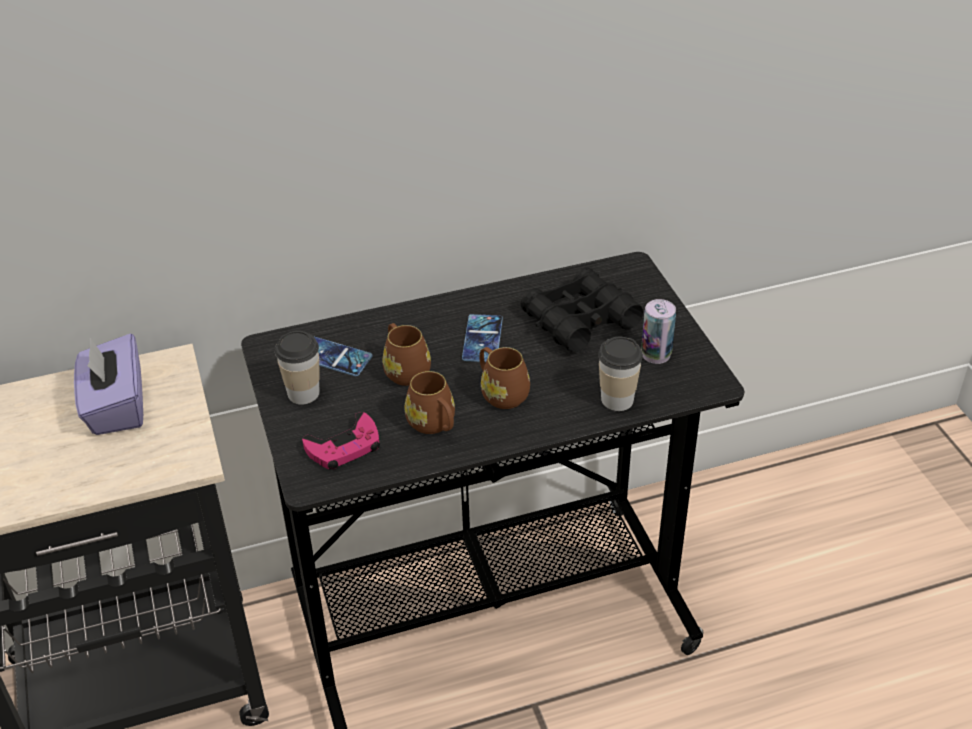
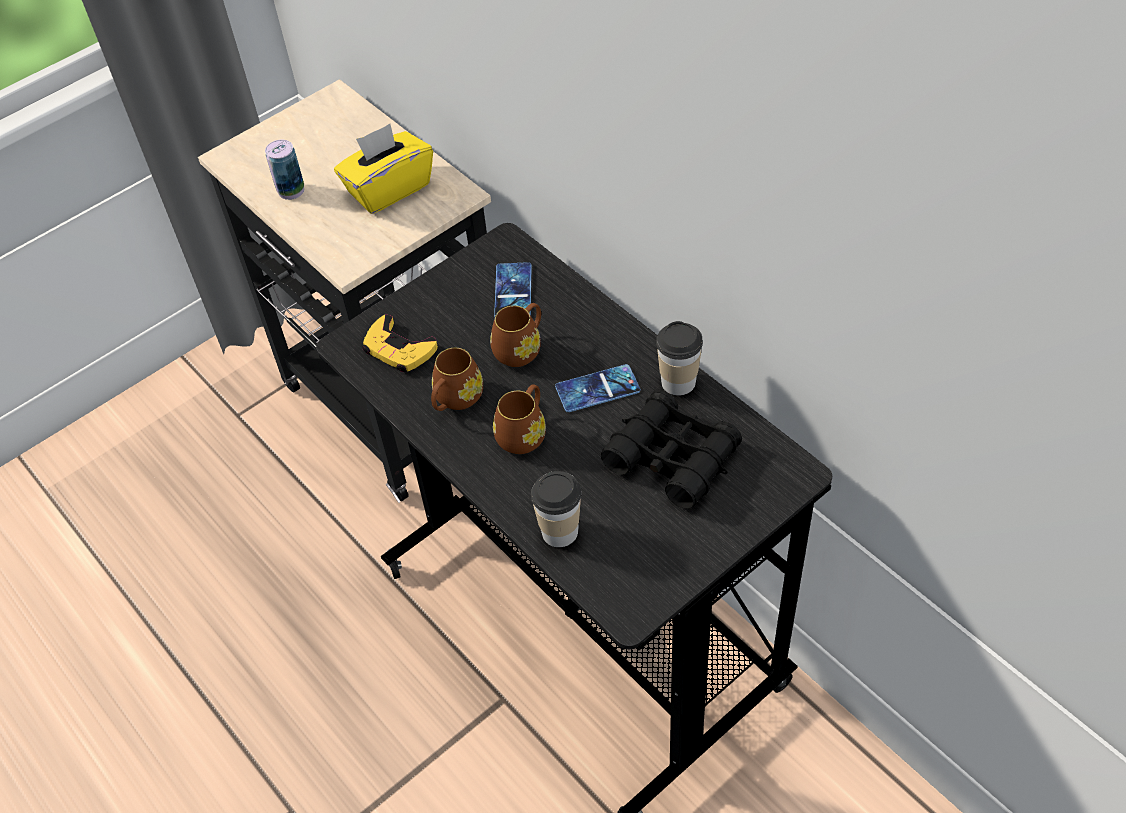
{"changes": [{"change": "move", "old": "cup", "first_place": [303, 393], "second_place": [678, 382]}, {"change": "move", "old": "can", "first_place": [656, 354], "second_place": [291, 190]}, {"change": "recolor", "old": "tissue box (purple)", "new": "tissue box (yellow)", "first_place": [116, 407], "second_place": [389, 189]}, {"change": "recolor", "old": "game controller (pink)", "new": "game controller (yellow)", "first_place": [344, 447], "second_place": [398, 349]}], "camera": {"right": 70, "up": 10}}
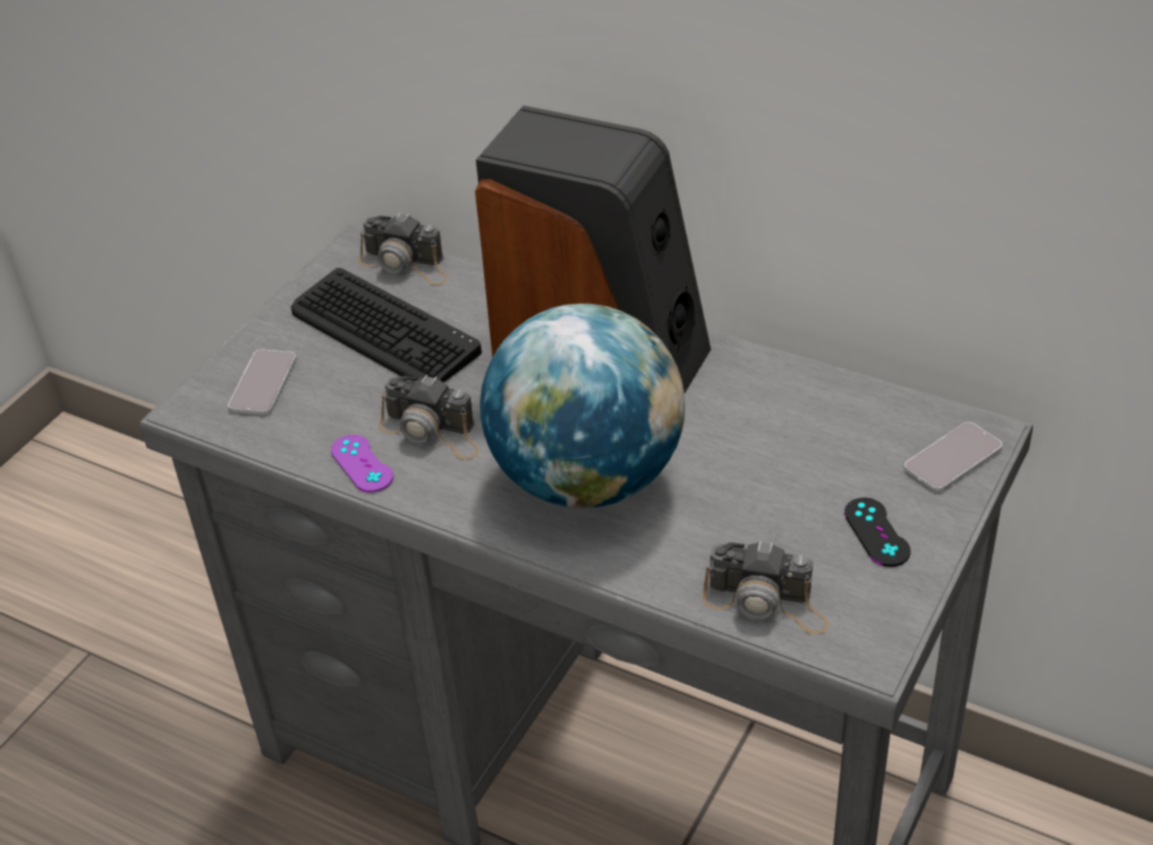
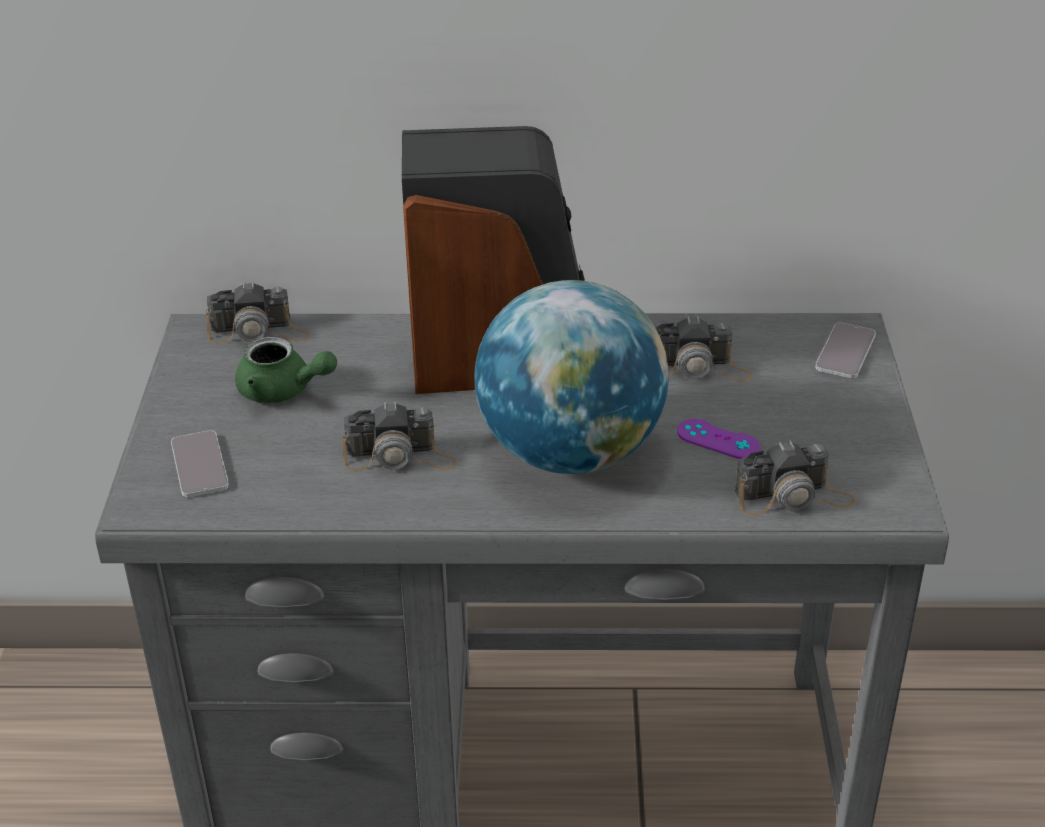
{"changes": [{"change": "delete", "old": "game controller (black)", "first_place": [876, 532]}, {"change": "insert", "new": "photo camera", "second_place": [698, 368]}, {"change": "move", "old": "game controller (purple)", "first_place": [362, 464], "second_place": [718, 439]}, {"change": "replace", "old": "keyboard", "new": "teapot (green)", "first_place": [383, 331], "second_place": [283, 391]}], "camera": {"right": -30, "up": -5}}
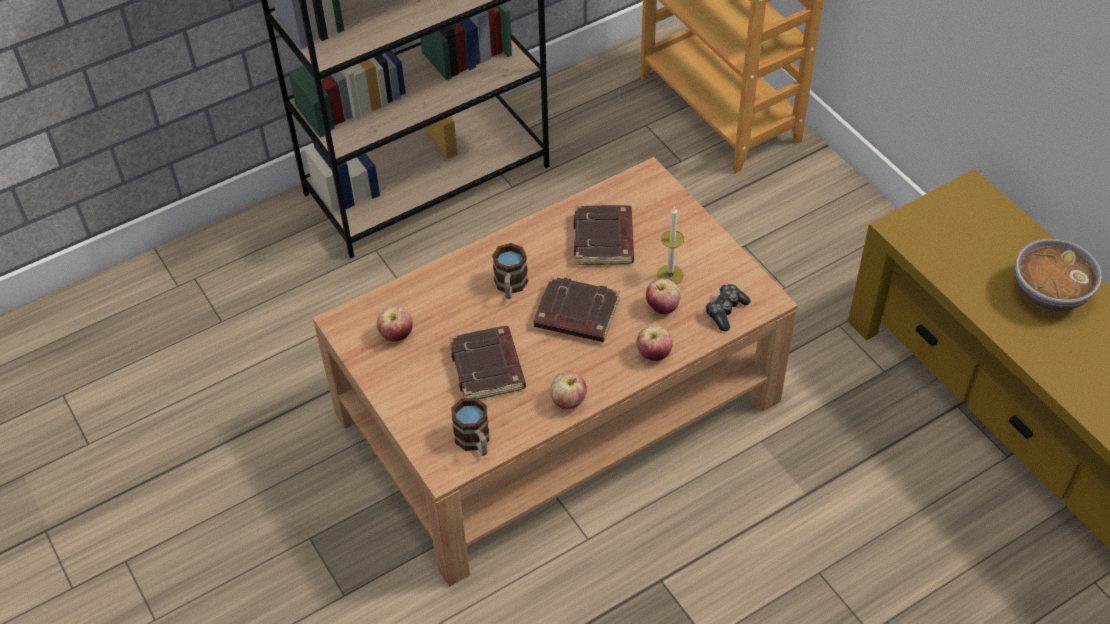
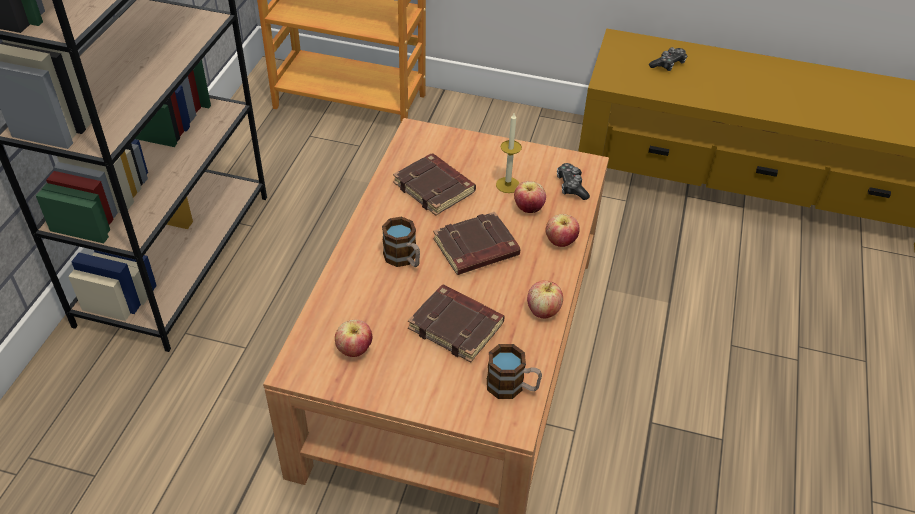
{"changes": [{"change": "delete", "old": "bowl", "first_place": [1048, 292]}, {"change": "insert", "new": "game controller", "second_place": [668, 64]}], "camera": {"right": -45, "up": -5}}
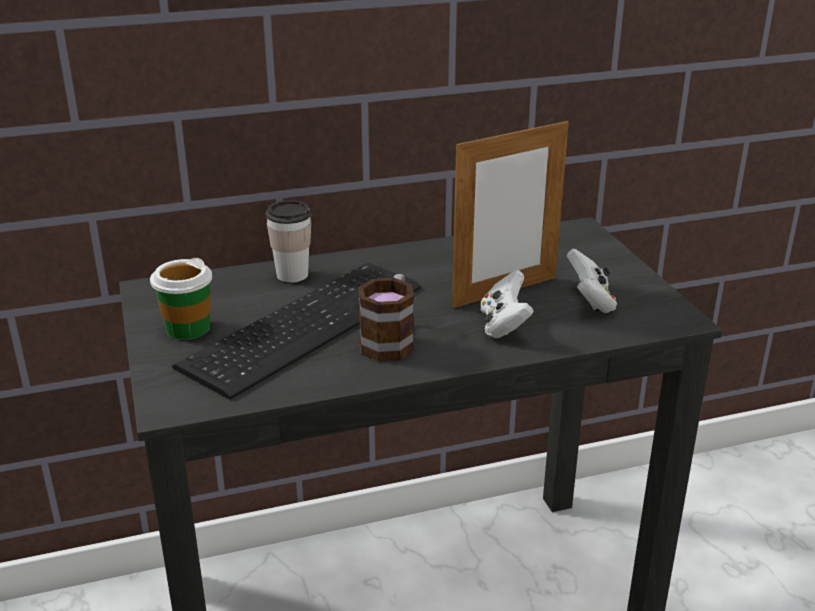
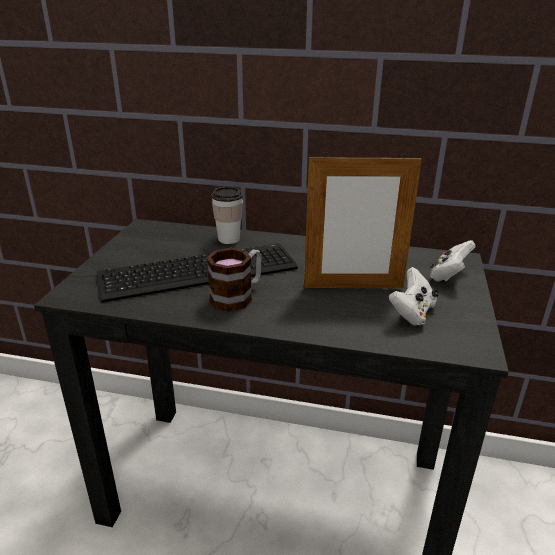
{"changes": [{"change": "delete", "old": "cup", "first_place": [187, 328]}, {"change": "move", "old": "game controller (white)", "first_place": [504, 325], "second_place": [449, 276]}], "camera": {"right": 30, "up": 0}}
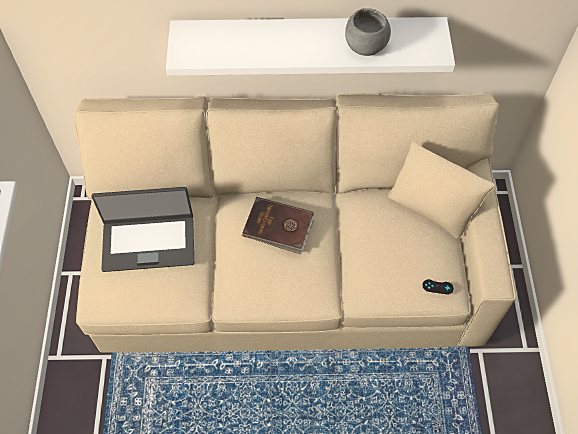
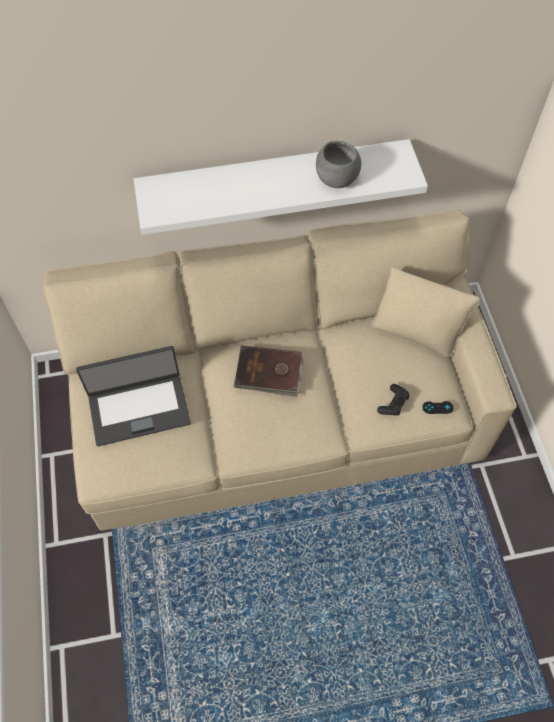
{"changes": [{"change": "insert", "new": "game controller (black)", "second_place": [393, 403]}], "camera": {"right": -10, "up": 0}}
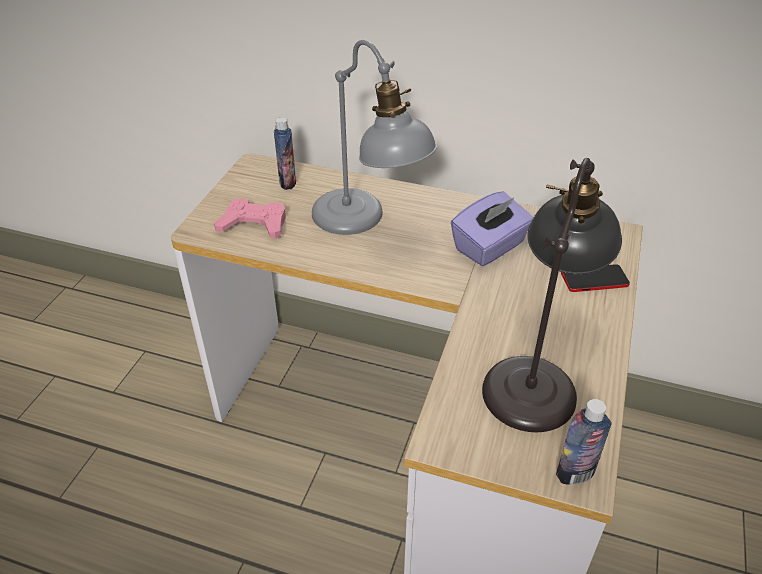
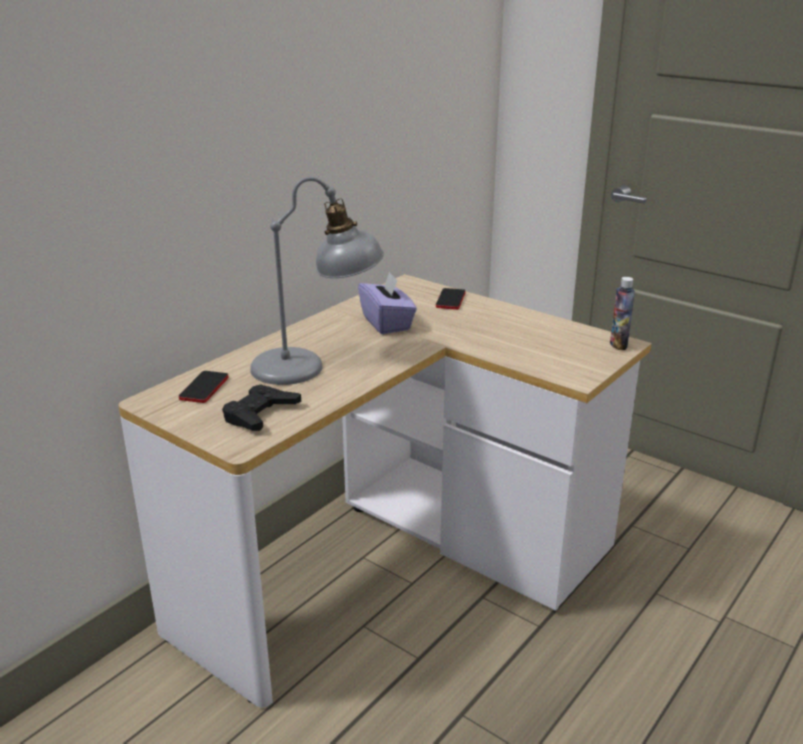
{"changes": [{"change": "delete", "old": "table lamp (grey)", "first_place": [538, 365]}, {"change": "replace", "old": "bottle", "new": "phone", "first_place": [287, 182], "second_place": [204, 388]}, {"change": "recolor", "old": "game controller (pink)", "new": "game controller (black)", "first_place": [254, 224], "second_place": [260, 414]}], "camera": {"right": -70, "up": -15}}
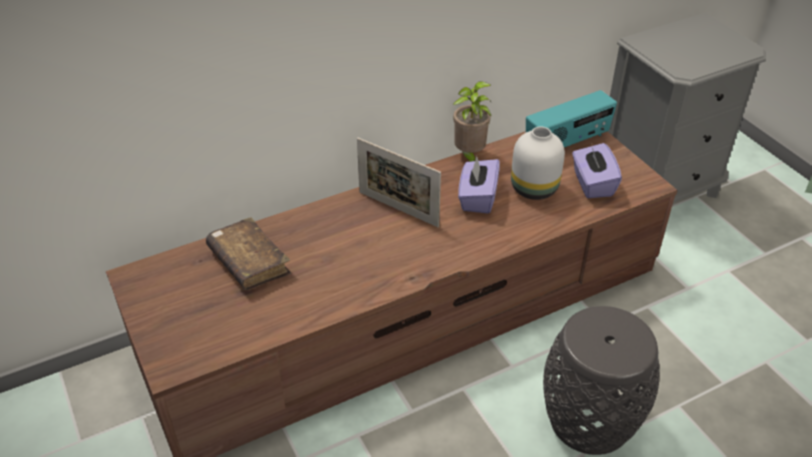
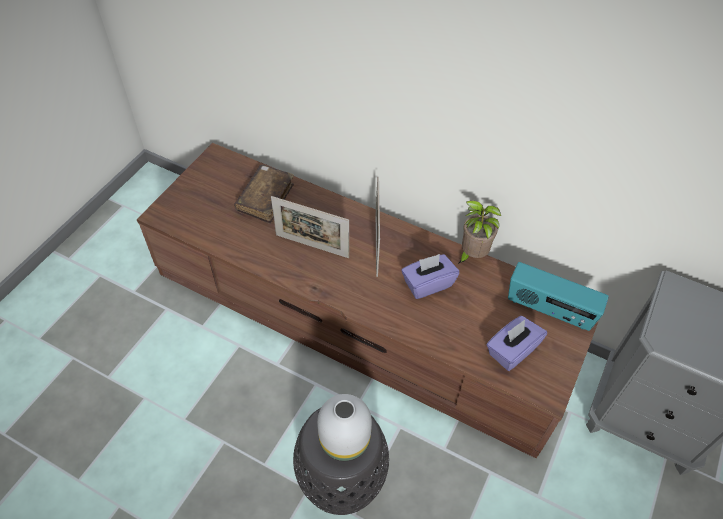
{"changes": [{"change": "insert", "new": "picture frame", "second_place": [312, 246]}, {"change": "move", "old": "vase (white)", "first_place": [534, 189], "second_place": [343, 441]}], "camera": {"right": 55, "up": 10}}
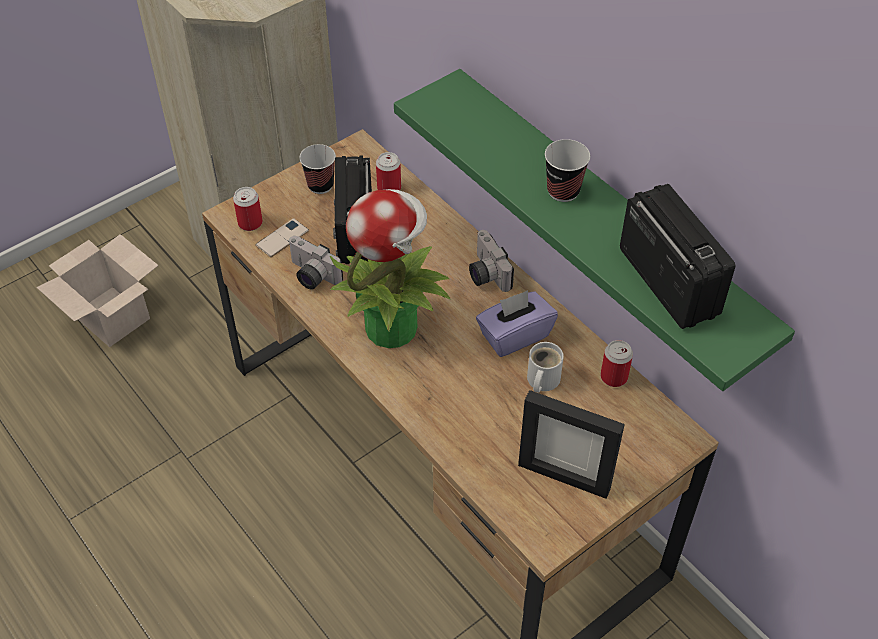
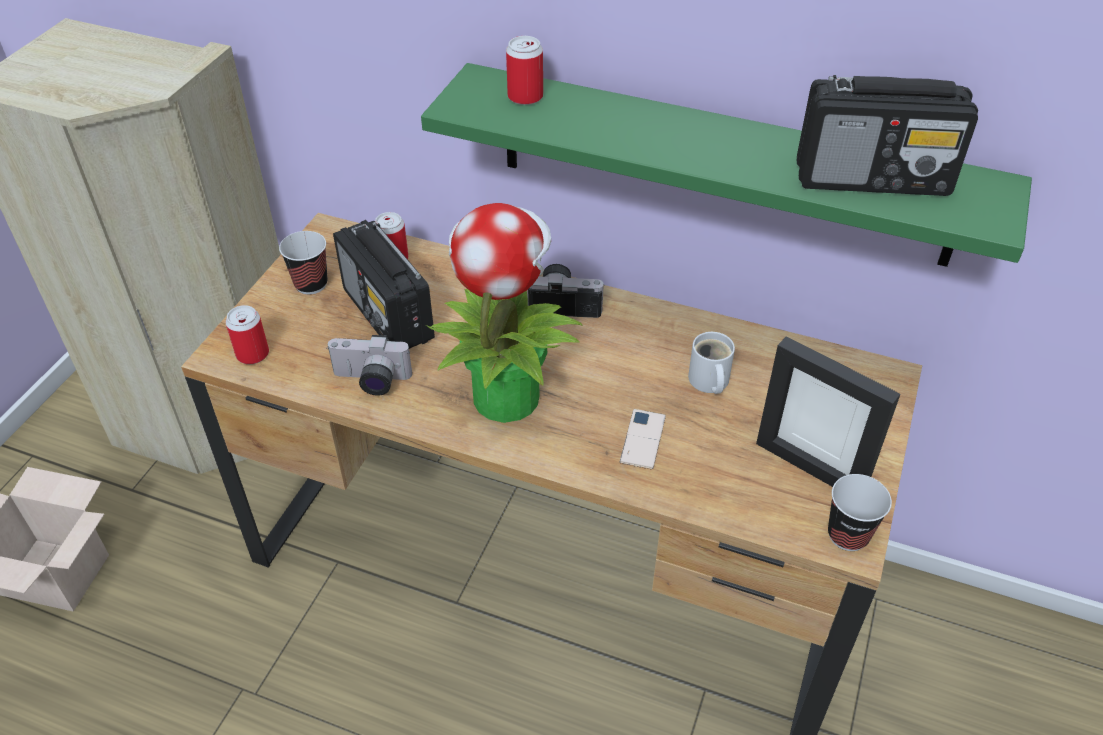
{"changes": [{"change": "delete", "old": "tissue box (purple)", "first_place": [514, 335]}, {"change": "move", "old": "phone", "first_place": [282, 238], "second_place": [642, 439]}, {"change": "move", "old": "cup", "first_place": [563, 191], "second_place": [848, 535]}, {"change": "move", "old": "can", "first_place": [614, 377], "second_place": [525, 97]}, {"change": "rotate", "old": "photo camera", "first_place": [485, 273], "second_place": [565, 302], "degrees": 150}, {"change": "rotate", "old": "picture frame", "first_place": [564, 475], "second_place": [811, 465], "degrees": 45}, {"change": "rotate", "old": "radio", "first_place": [668, 281], "second_place": [873, 178], "degrees": 150}], "camera": {"right": -30, "up": -5}}
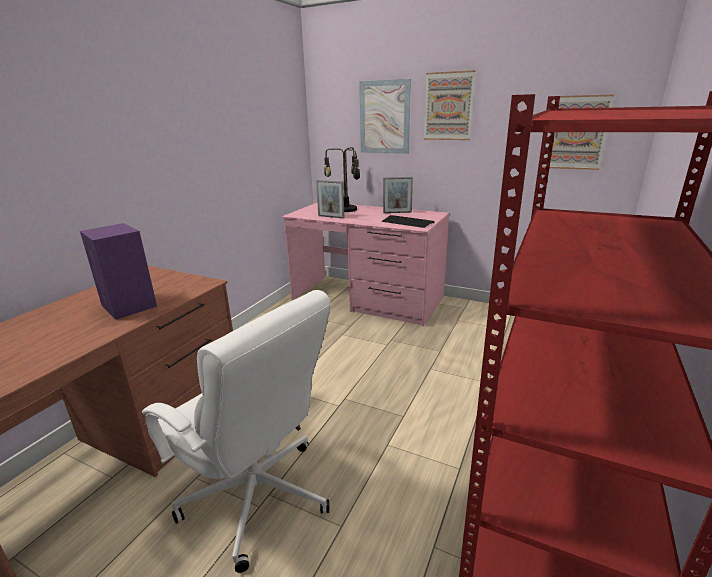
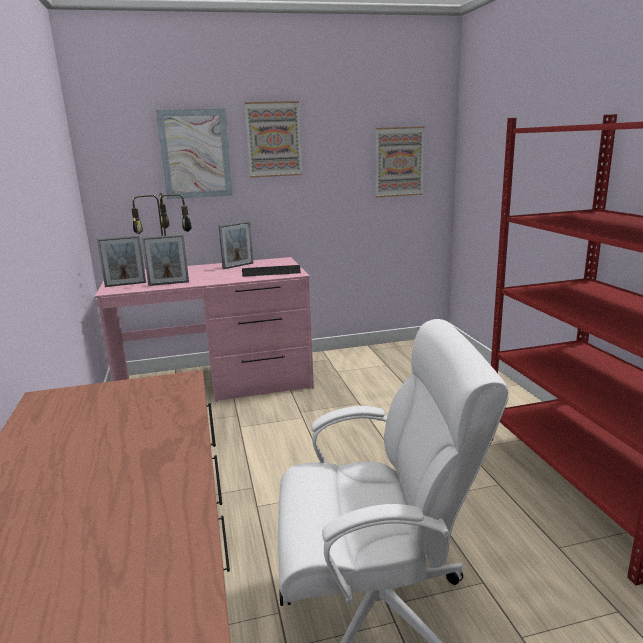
{"changes": [{"change": "delete", "old": "speaker (purple)", "first_place": [129, 306]}, {"change": "insert", "new": "picture frame", "second_place": [125, 284]}], "camera": {"right": -40, "up": -5}}
